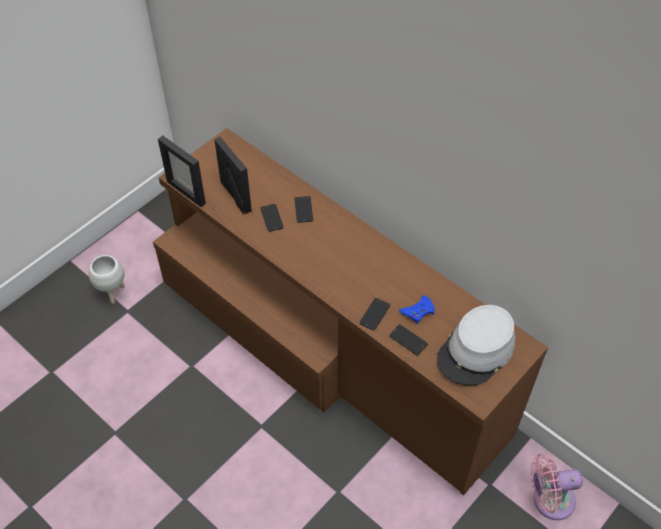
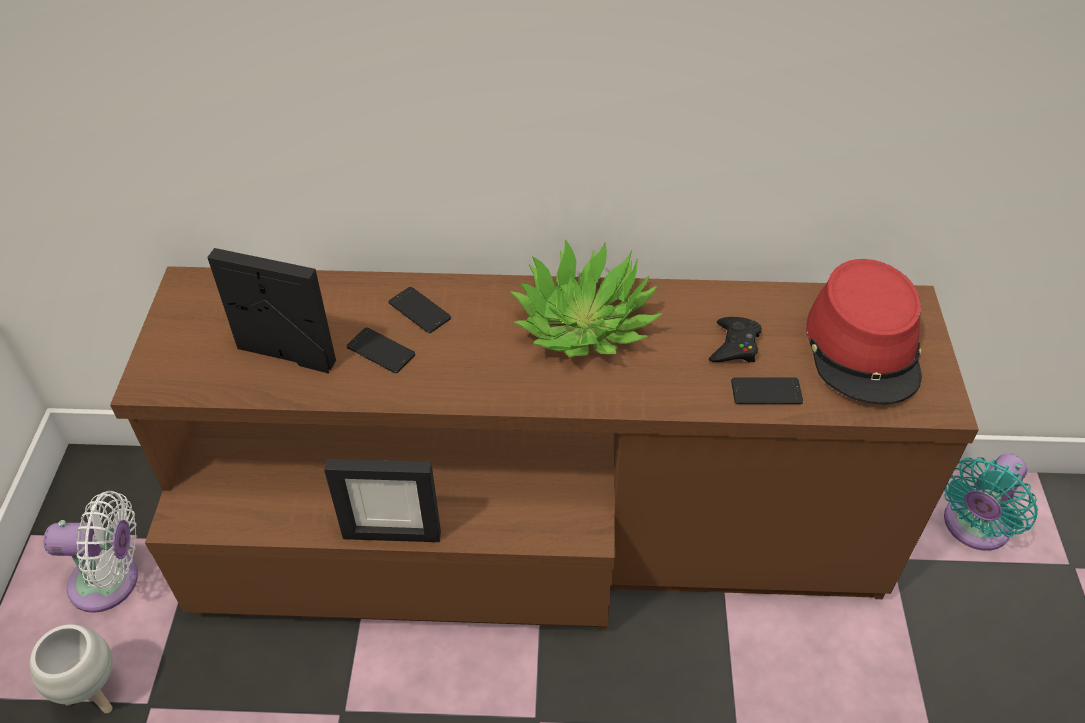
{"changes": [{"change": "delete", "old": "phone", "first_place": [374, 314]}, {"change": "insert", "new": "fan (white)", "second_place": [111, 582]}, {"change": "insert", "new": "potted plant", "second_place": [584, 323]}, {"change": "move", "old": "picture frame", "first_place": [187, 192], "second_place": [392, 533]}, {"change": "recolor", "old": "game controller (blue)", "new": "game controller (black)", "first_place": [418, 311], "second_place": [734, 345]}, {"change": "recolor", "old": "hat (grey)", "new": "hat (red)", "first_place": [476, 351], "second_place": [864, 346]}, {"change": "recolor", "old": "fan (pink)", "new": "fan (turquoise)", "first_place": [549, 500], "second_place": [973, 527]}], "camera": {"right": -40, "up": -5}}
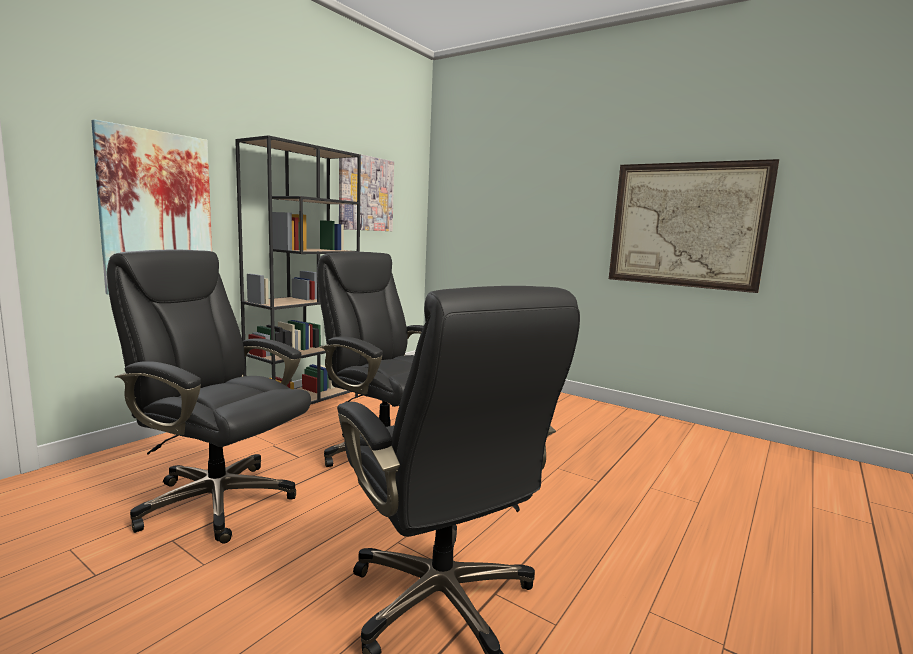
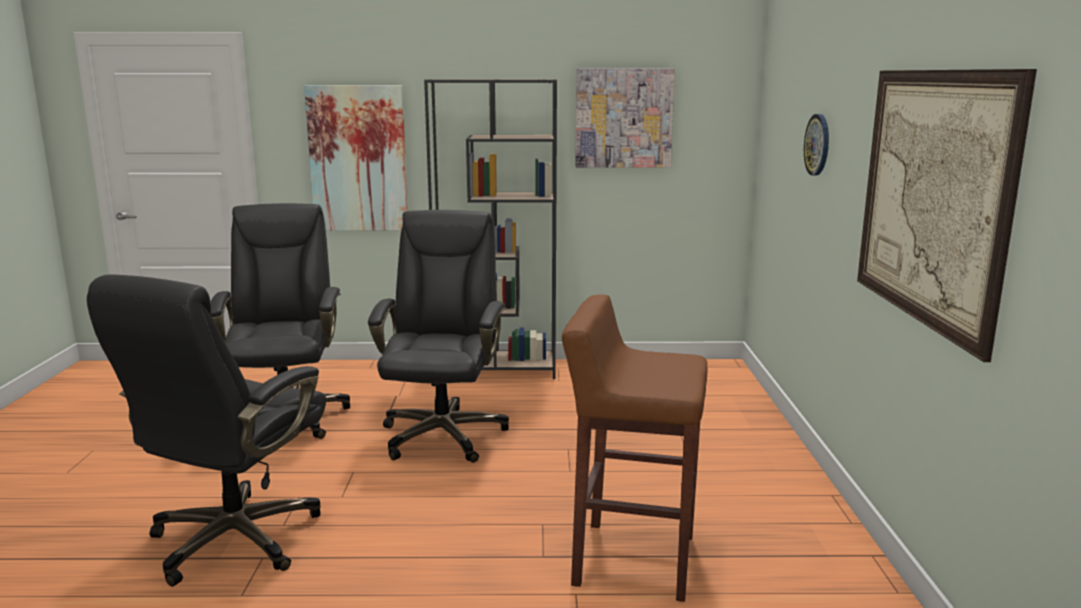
{"changes": [{"change": "insert", "new": "stool (brown)", "second_place": [632, 560]}, {"change": "insert", "new": "wall clock", "second_place": [818, 145]}], "camera": {"right": 55, "up": 5}}
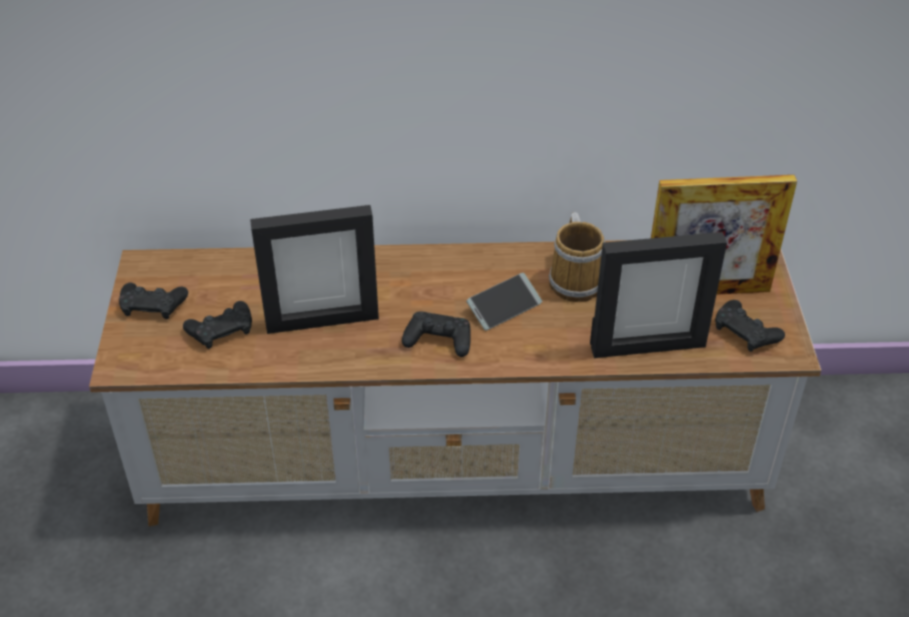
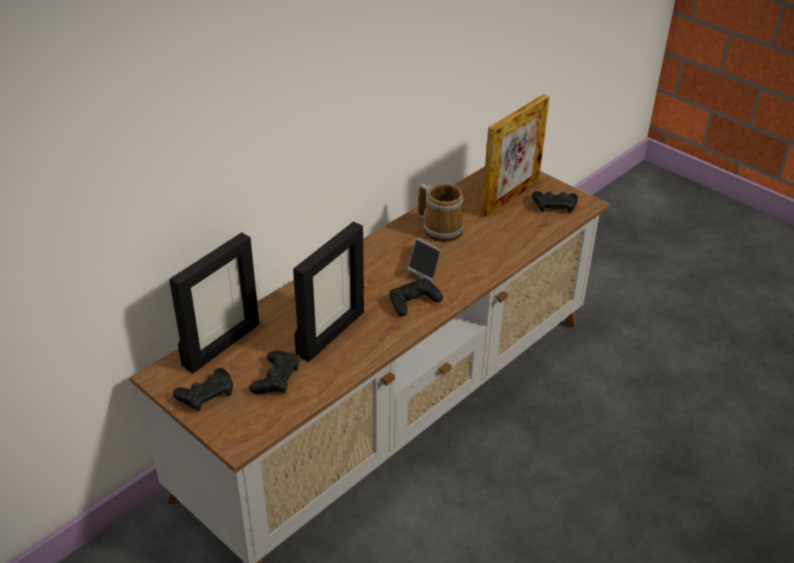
{"changes": [{"change": "move", "old": "picture frame", "first_place": [647, 345], "second_place": [221, 344]}], "camera": {"right": -45, "up": -5}}
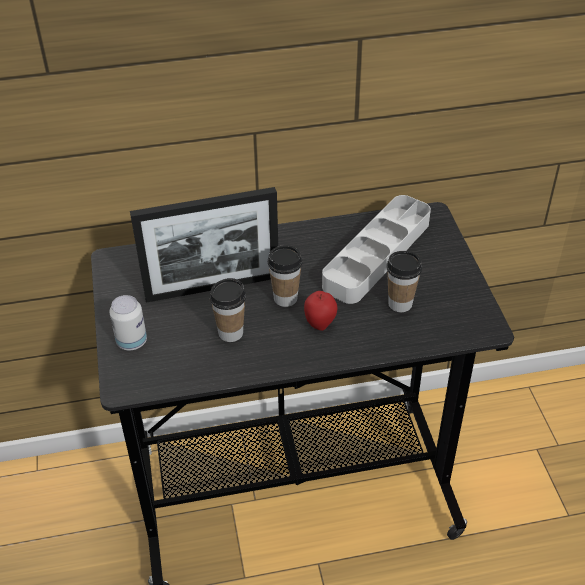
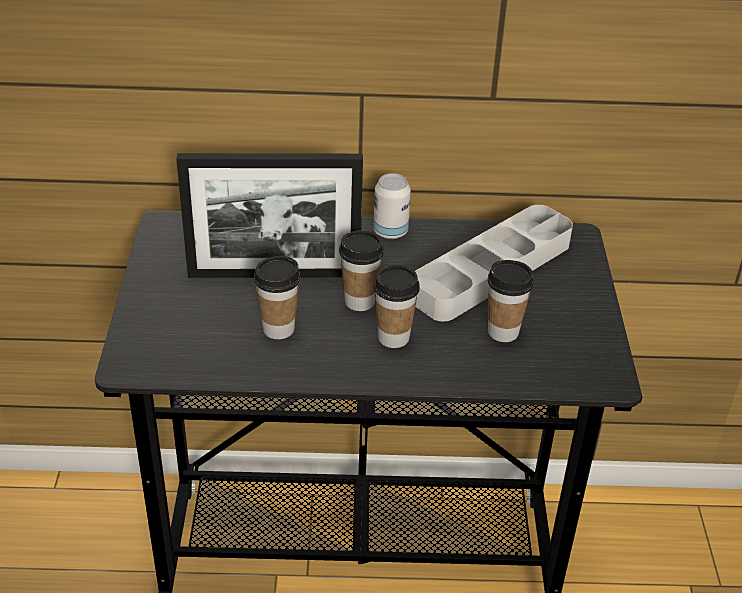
{"changes": [{"change": "move", "old": "can", "first_place": [131, 342], "second_place": [390, 232]}, {"change": "replace", "old": "apple", "new": "cup", "first_place": [320, 324], "second_place": [393, 337]}], "camera": {"right": 10, "up": -5}}
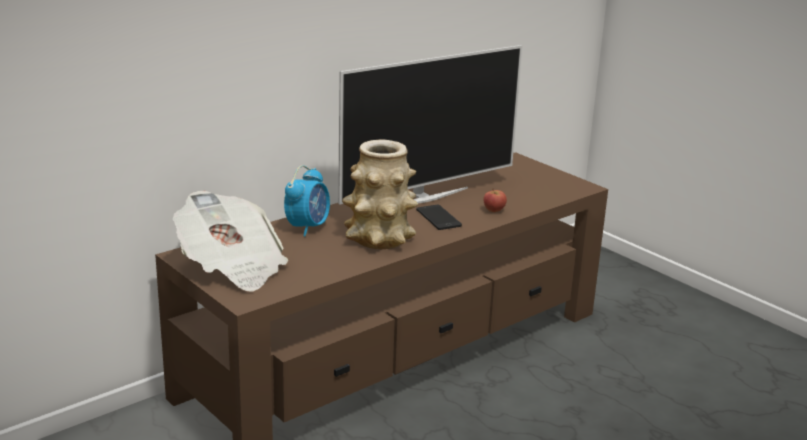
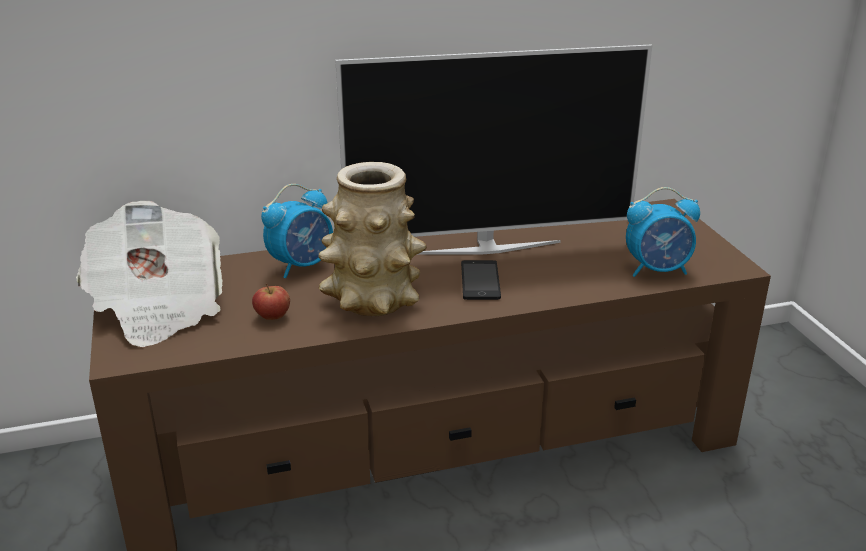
{"changes": [{"change": "insert", "new": "alarm clock", "second_place": [657, 270]}, {"change": "move", "old": "apple", "first_place": [494, 210], "second_place": [273, 317]}], "camera": {"right": 25, "up": 5}}
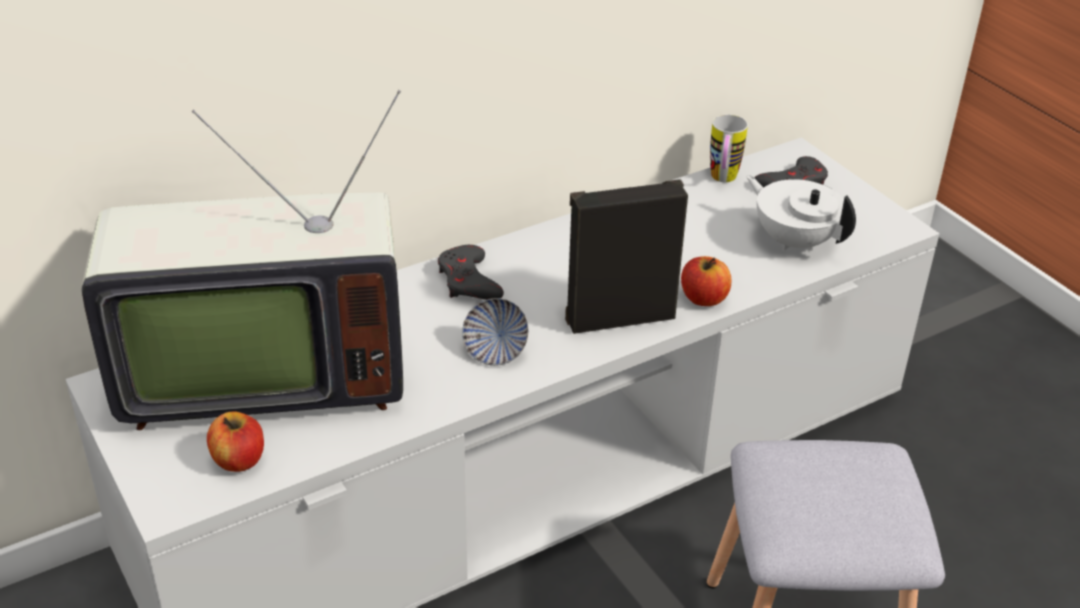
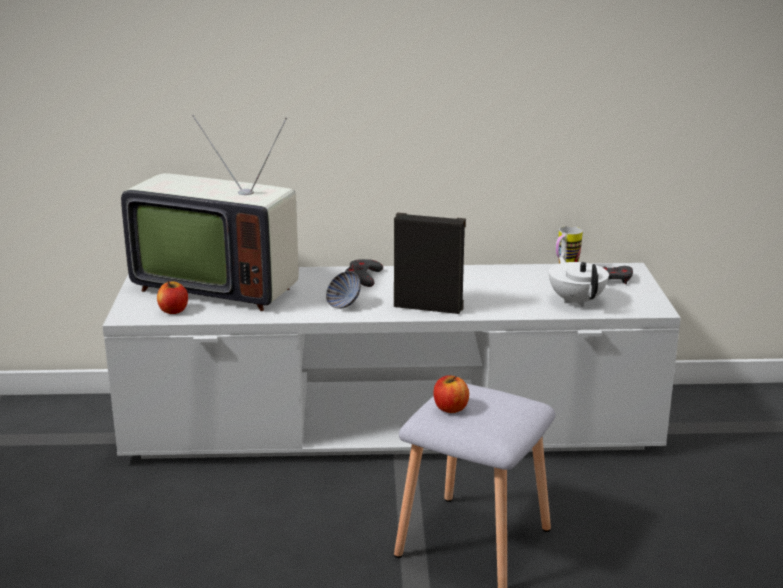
{"changes": [{"change": "move", "old": "apple", "first_place": [703, 298], "second_place": [450, 408]}], "camera": {"right": 30, "up": -15}}
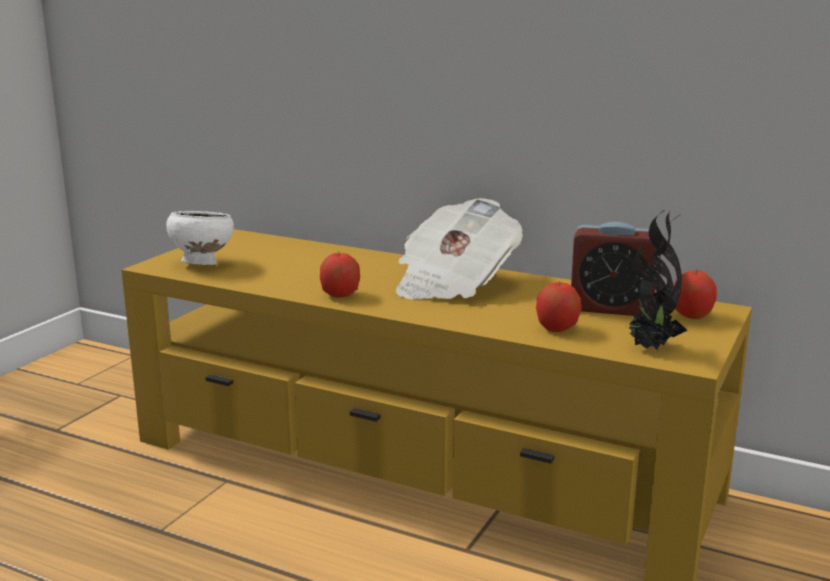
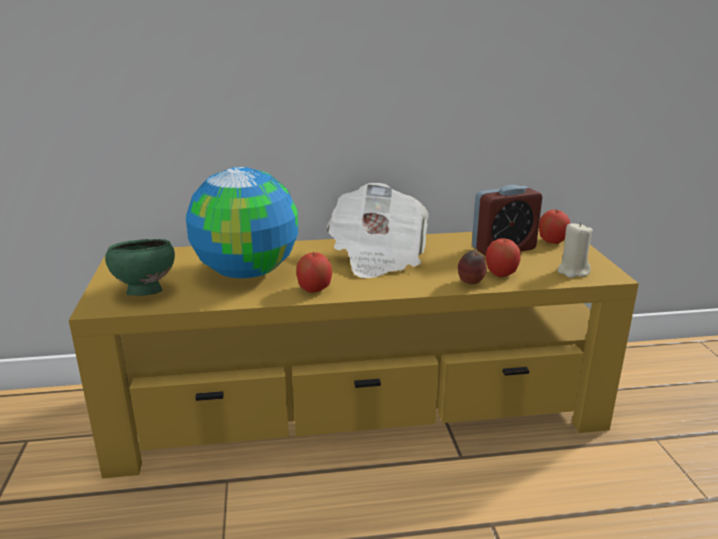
{"changes": [{"change": "insert", "new": "globe", "second_place": [246, 272]}, {"change": "insert", "new": "apple", "second_place": [470, 284]}, {"change": "replace", "old": "potted plant", "new": "candle (beige)", "first_place": [650, 348], "second_place": [572, 271]}, {"change": "recolor", "old": "bowl (white)", "new": "bowl (green)", "first_place": [201, 264], "second_place": [144, 293]}], "camera": {"right": -35, "up": 5}}
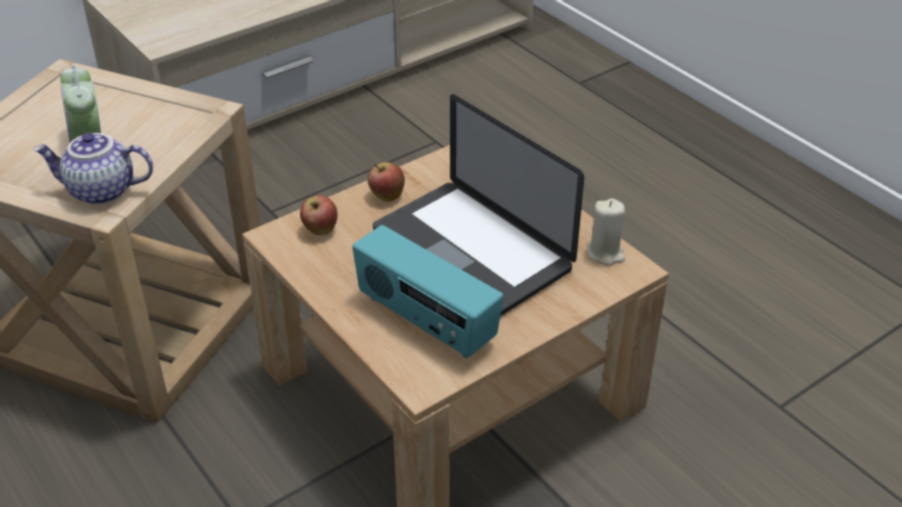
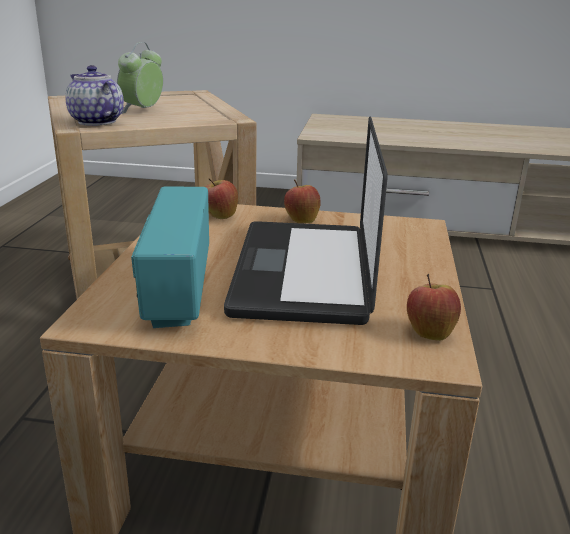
{"changes": [{"change": "replace", "old": "candle (beige)", "new": "apple", "first_place": [605, 253], "second_place": [429, 332]}], "camera": {"right": 45, "up": -15}}
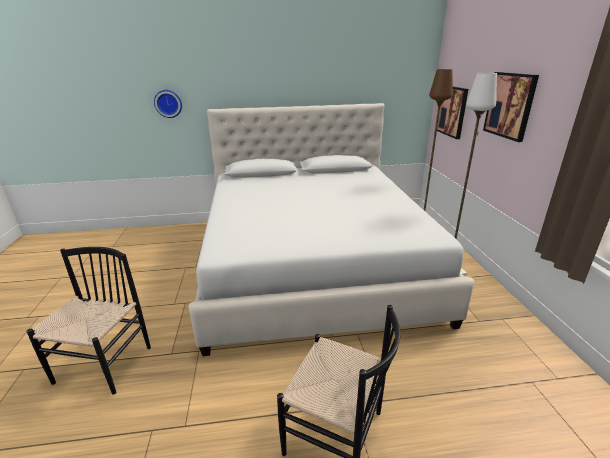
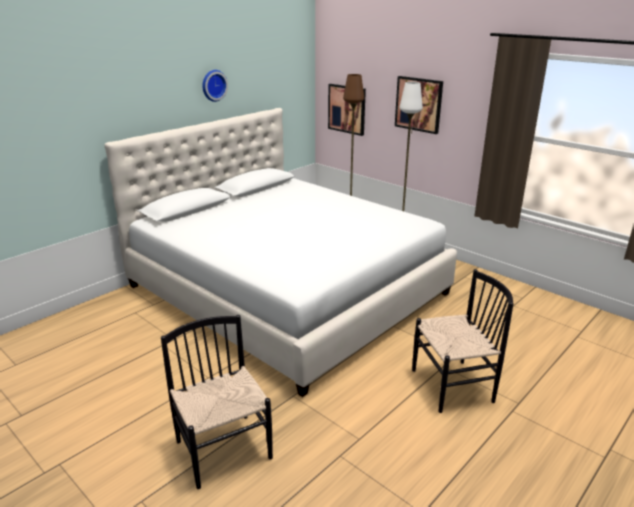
{"changes": [{"change": "move", "old": "wall clock", "first_place": [168, 103], "second_place": [213, 85]}], "camera": {"right": -40, "up": 0}}
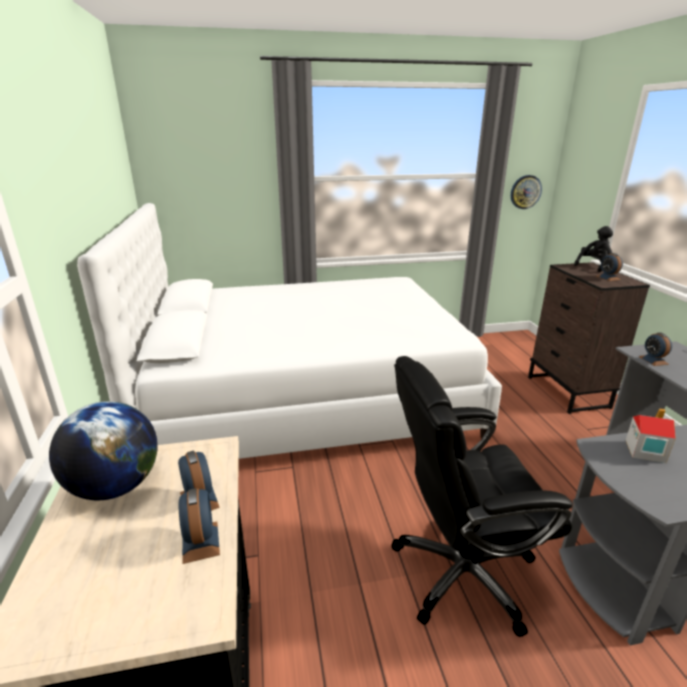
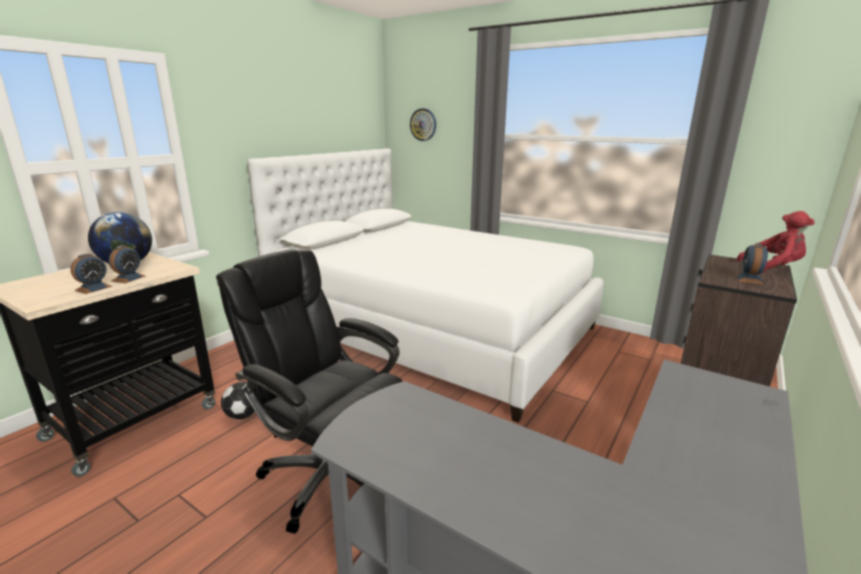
{"changes": [{"change": "delete", "old": "toy house", "first_place": [644, 451]}, {"change": "delete", "old": "alarm clock", "first_place": [653, 360]}, {"change": "insert", "new": "football", "second_place": [242, 415]}, {"change": "move", "old": "wall clock", "first_place": [525, 192], "second_place": [423, 124]}, {"change": "recolor", "old": "plush toy (black)", "new": "plush toy (red)", "first_place": [593, 266], "second_place": [773, 268]}], "camera": {"right": 45, "up": -5}}
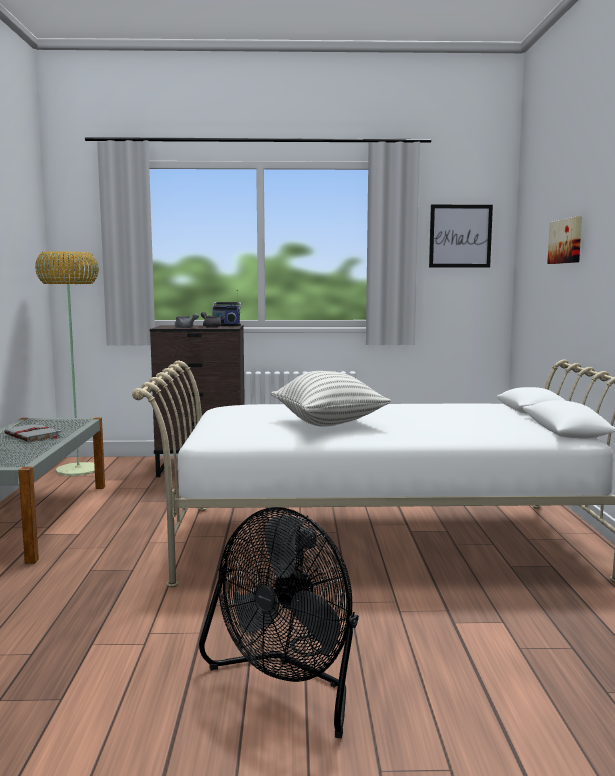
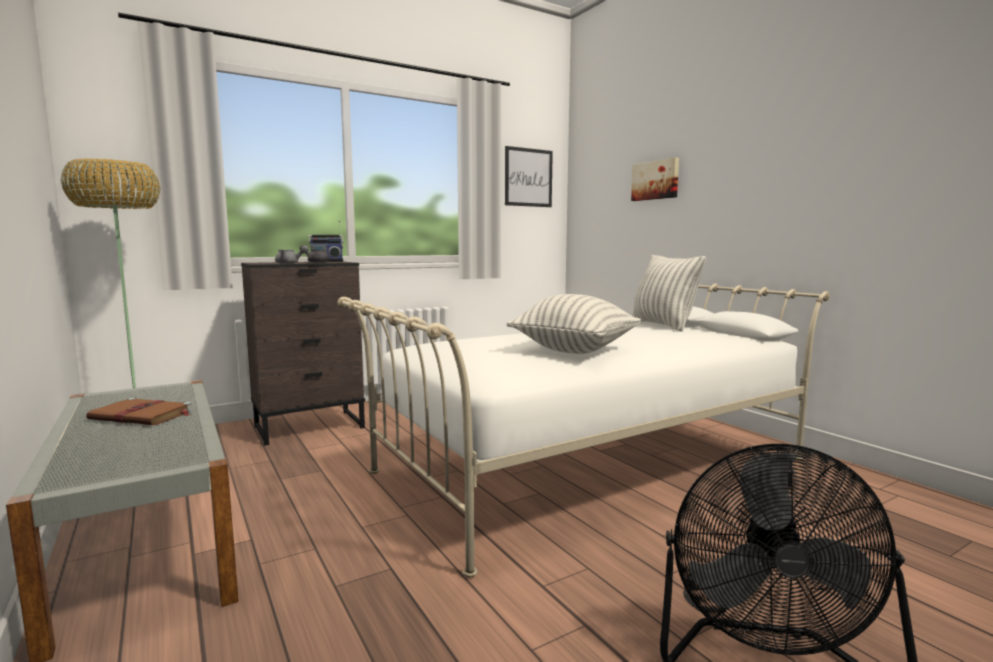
{"changes": [{"change": "insert", "new": "pillow", "second_place": [663, 325]}, {"change": "recolor", "old": "book (grey)", "new": "book (brown)", "first_place": [33, 436], "second_place": [143, 416]}], "camera": {"right": -30, "up": 0}}
